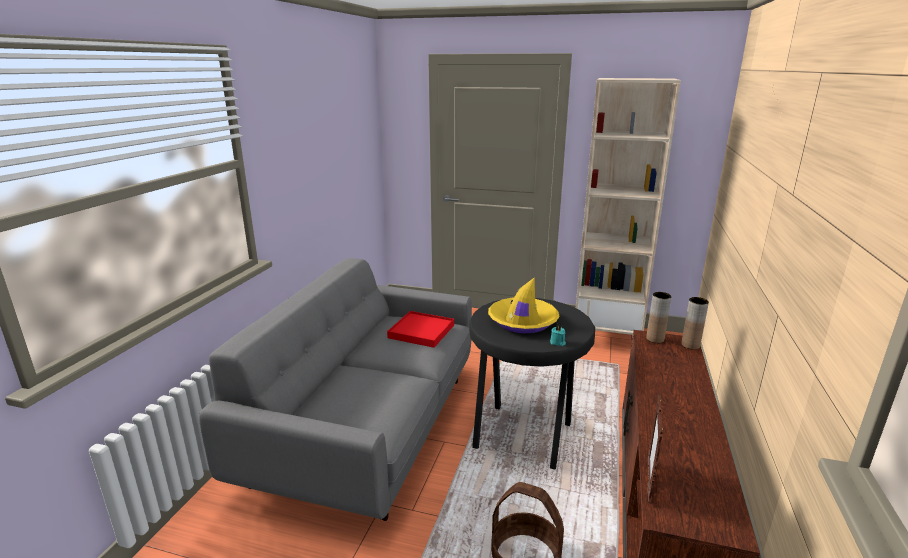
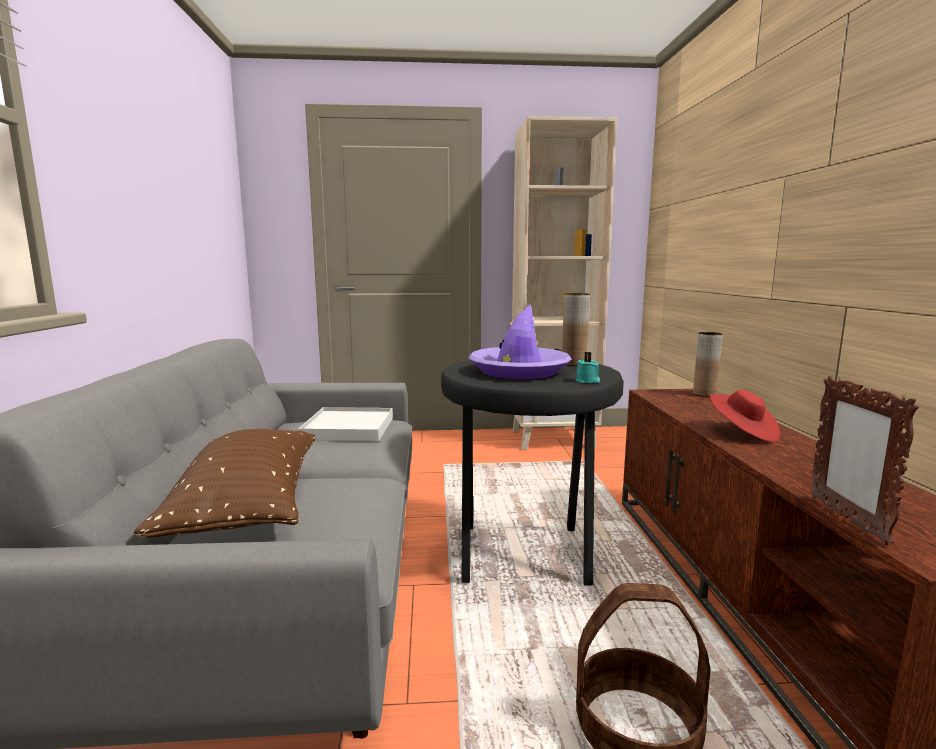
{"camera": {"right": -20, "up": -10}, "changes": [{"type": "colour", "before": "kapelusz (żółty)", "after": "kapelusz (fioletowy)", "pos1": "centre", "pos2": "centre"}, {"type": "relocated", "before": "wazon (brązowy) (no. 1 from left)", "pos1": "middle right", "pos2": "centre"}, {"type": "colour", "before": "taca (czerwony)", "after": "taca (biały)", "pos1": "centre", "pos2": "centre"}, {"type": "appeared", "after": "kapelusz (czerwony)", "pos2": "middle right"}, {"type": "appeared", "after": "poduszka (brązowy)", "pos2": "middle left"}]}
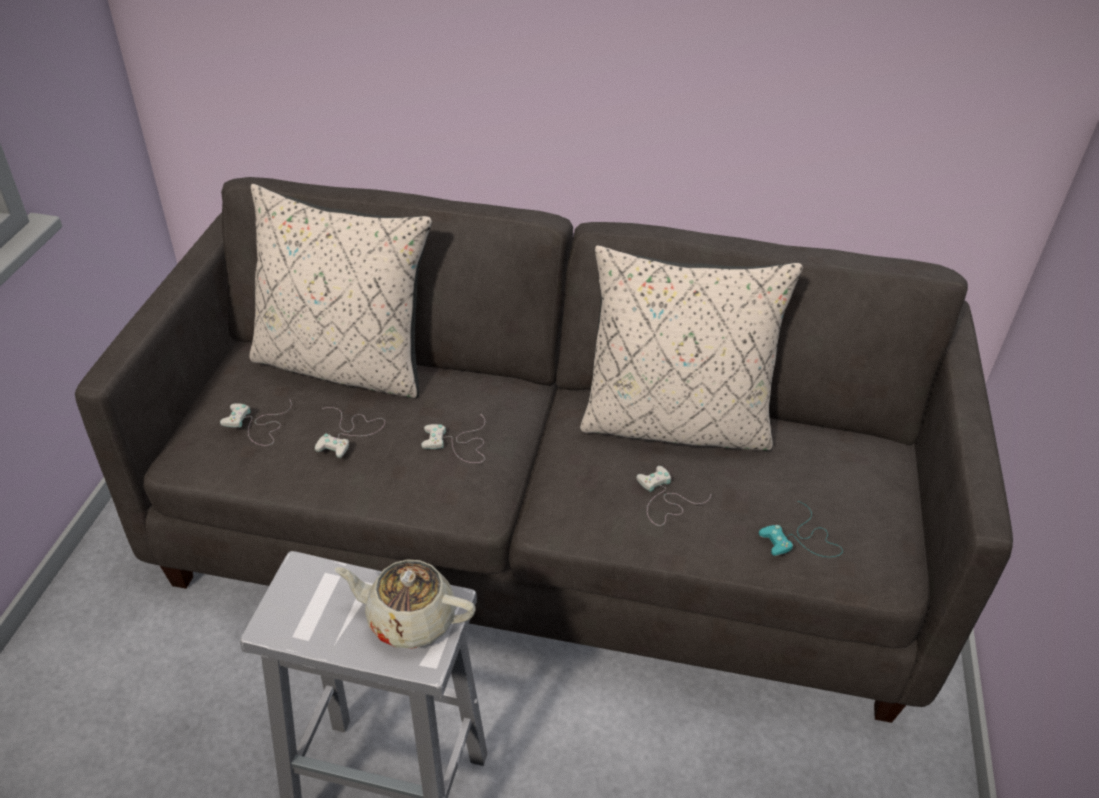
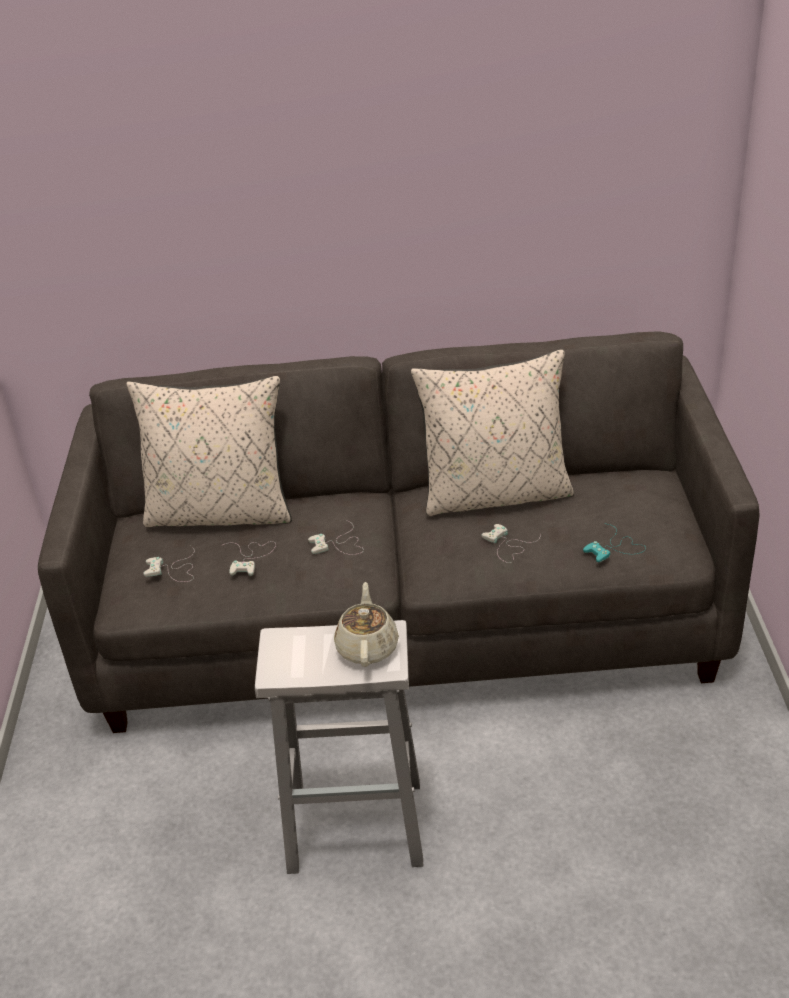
{"camera": {"right": -10, "up": -5}, "changes": [{"type": "spun", "before": "imbryk (beżowy)", "pos1": "bottom centre", "pos2": "centre", "turn": 90}]}
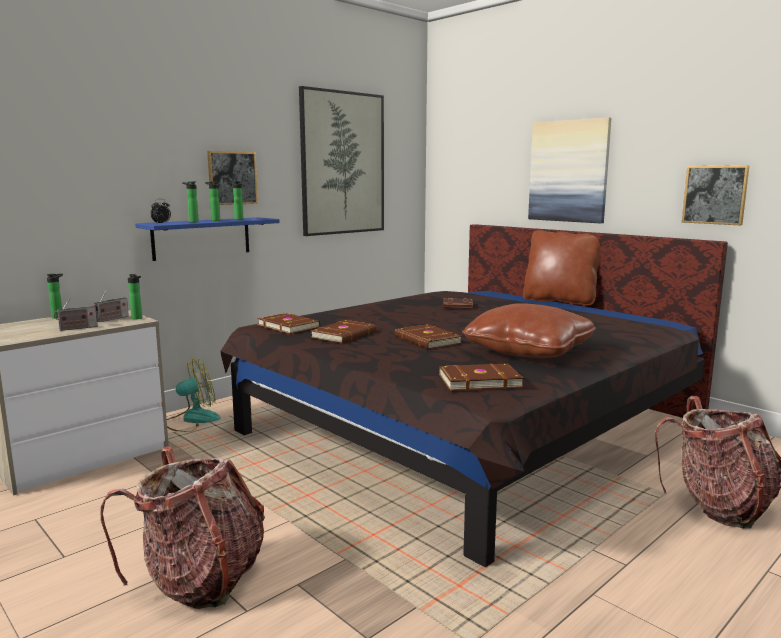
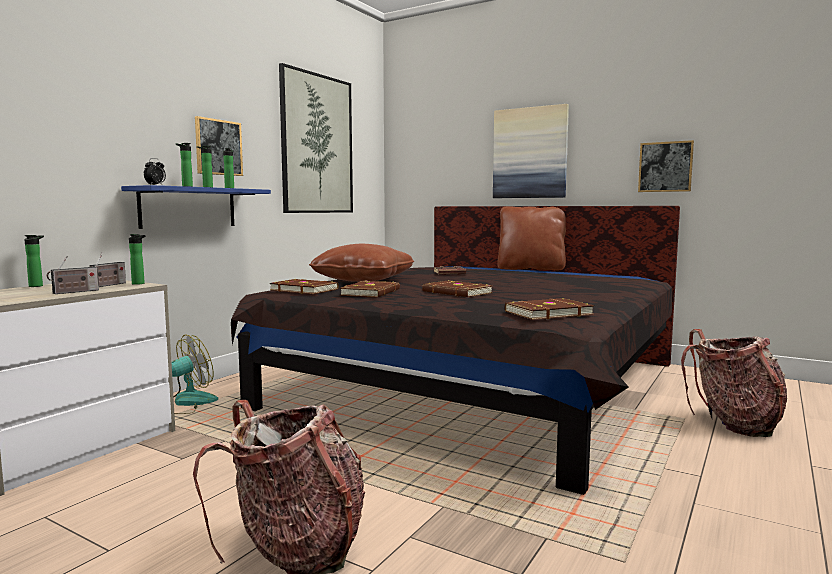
{"camera": {"right": -15, "up": -5}, "changes": [{"type": "relocated", "before": "poduszka (brązowy) (no. 1 from left)", "pos1": "middle right", "pos2": "centre"}]}
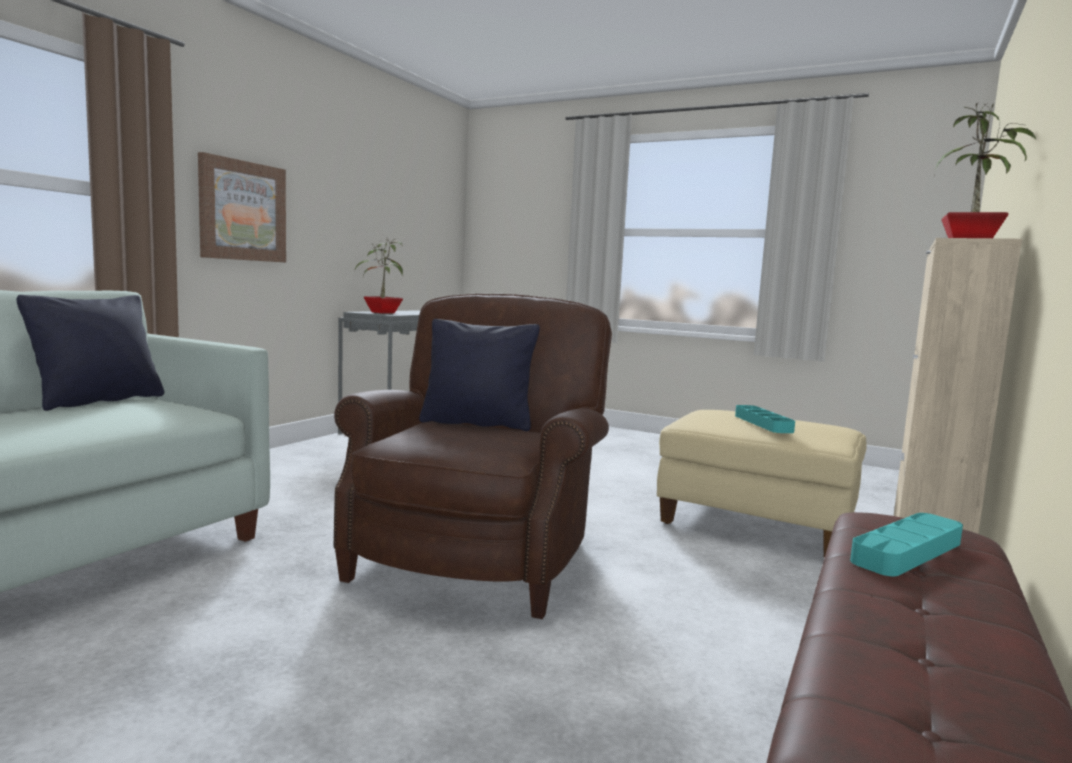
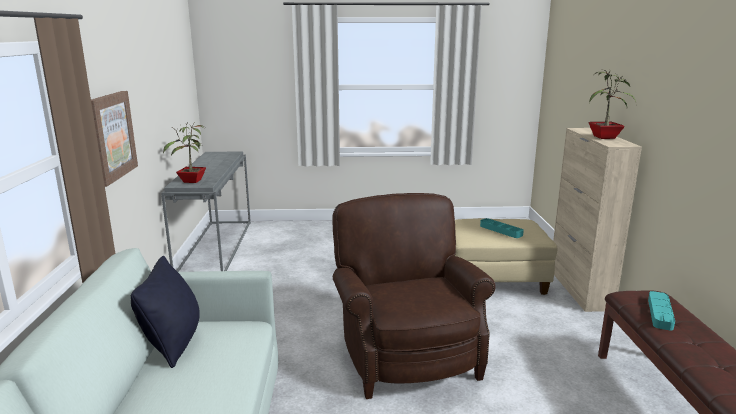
{"camera": {"right": -30, "up": 10}, "changes": [{"type": "missing", "before": "poduszka (czarny) (no. 2 from left)", "pos1": "centre"}]}
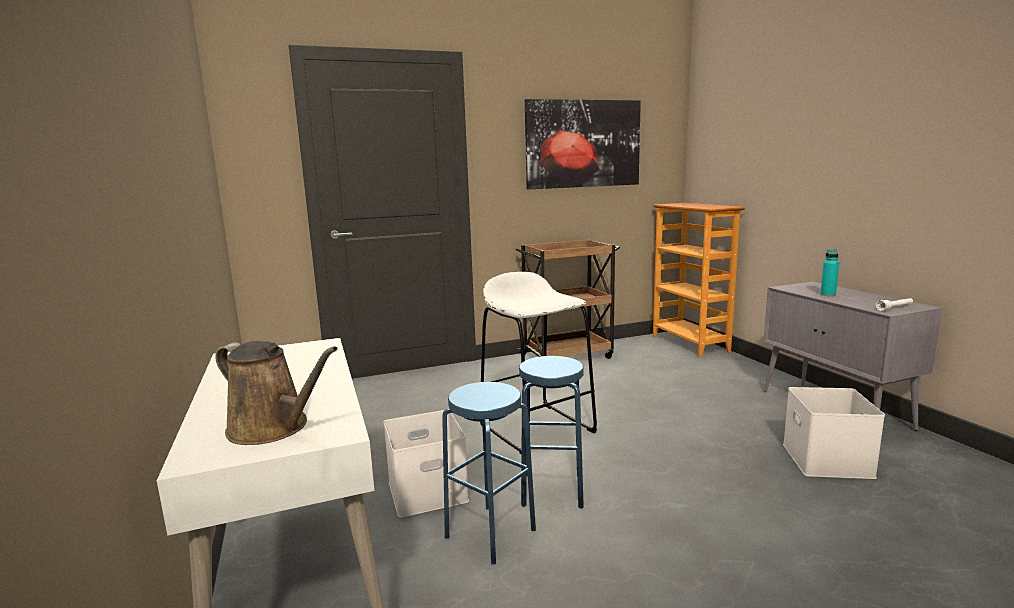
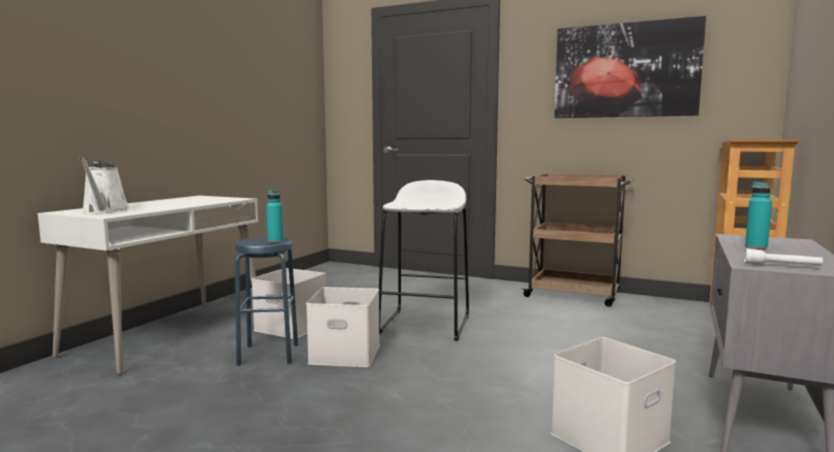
{"camera": {"right": 45, "up": -5}, "changes": [{"type": "colour", "before": "konewka (brązowy)", "after": "konewka (biały)", "pos1": "middle left", "pos2": "middle left"}, {"type": "exchanged", "before": "stołek (niebieski) (no. 2 from left)", "after": "pojemnik do przechowywania (biały) (no. 2 from left)", "pos1": "bottom centre", "pos2": "bottom centre"}, {"type": "appeared", "after": "butelka (turkusowy) (no. 1 from left)", "pos2": "middle left"}]}
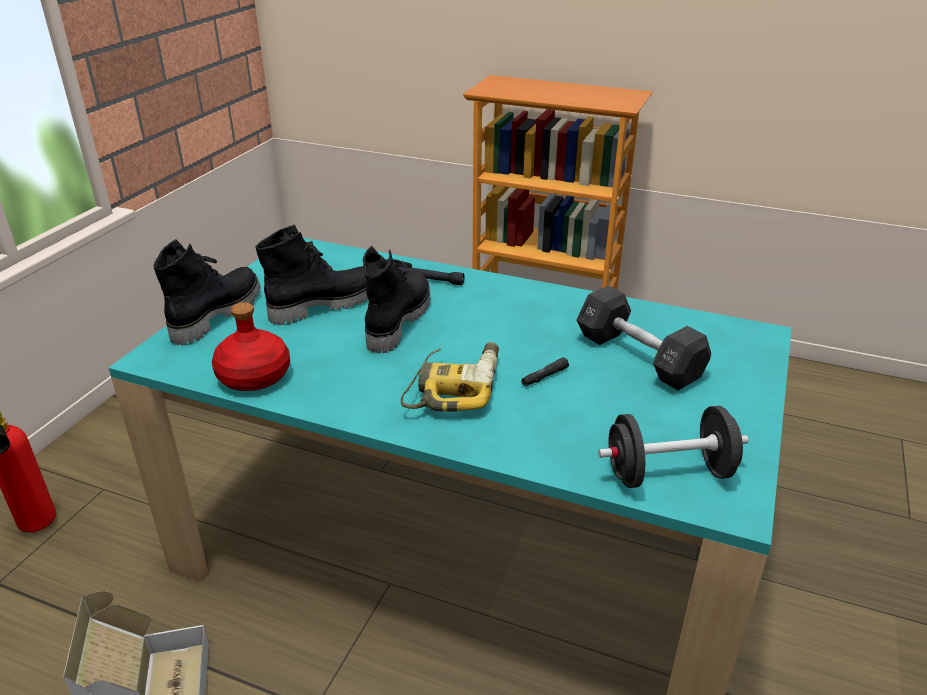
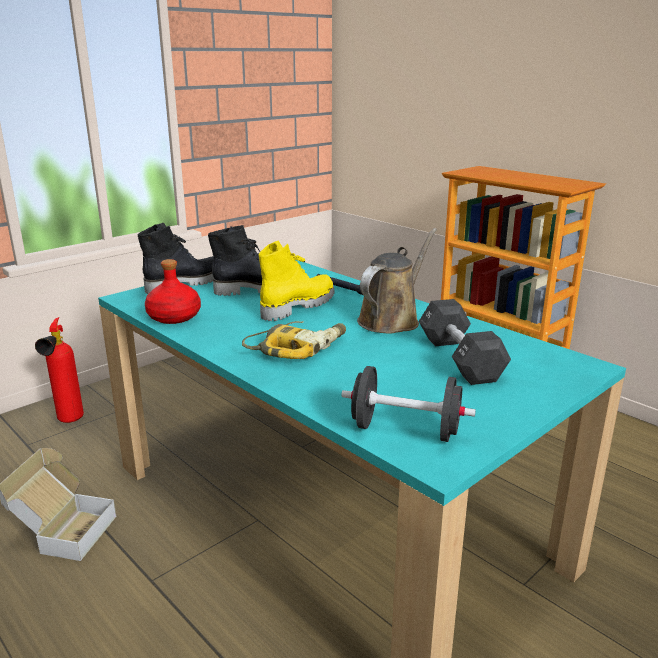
{"camera": {"right": 25, "up": -10}, "changes": [{"type": "colour", "before": "but z cholewką (czarny) (no. 3 from left)", "after": "but z cholewką (żółty)", "pos1": "centre", "pos2": "centre"}, {"type": "missing", "before": "latarka (czarny) (no. 2 from left)", "pos1": "centre"}, {"type": "appeared", "after": "konewka (brązowy)", "pos2": "centre"}]}
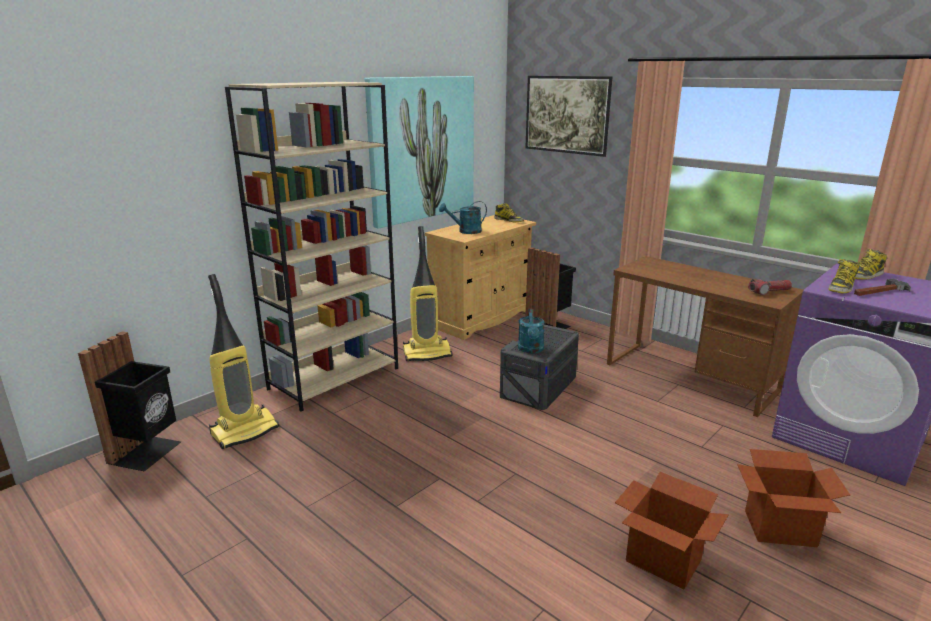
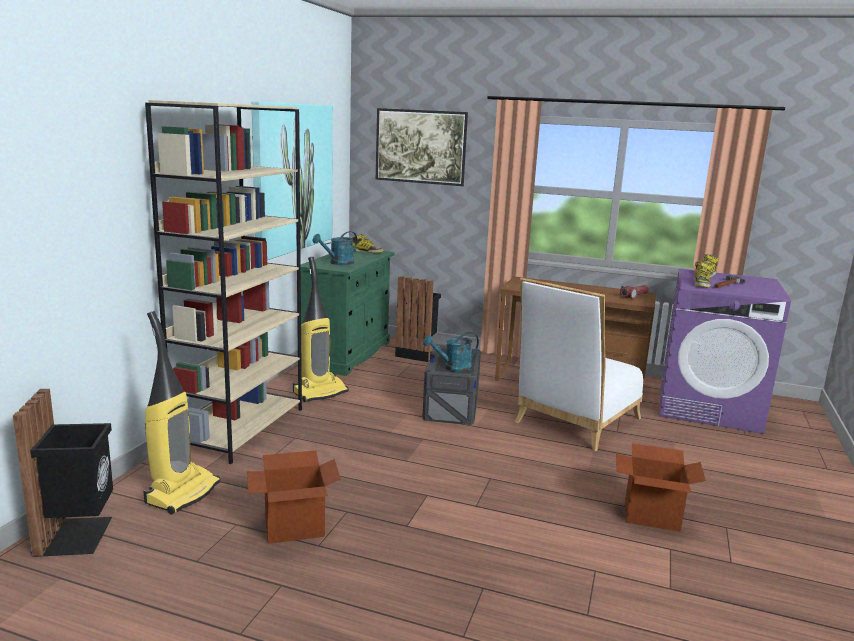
{"camera": {"right": -25, "up": -5}, "changes": [{"type": "colour", "before": "szafka (beżowy)", "after": "szafka (zielony)", "pos1": "centre", "pos2": "centre"}, {"type": "spun", "before": "konewka (turkusowy) (no. 2 from left)", "pos1": "centre", "pos2": "centre", "turn": 90}, {"type": "relocated", "before": "karton (no. 2 from left in the first image)", "after": "karton (no. 1 from left)", "pos1": "bottom right", "pos2": "bottom centre"}, {"type": "appeared", "after": "krzesło (biały)", "pos2": "middle right"}]}
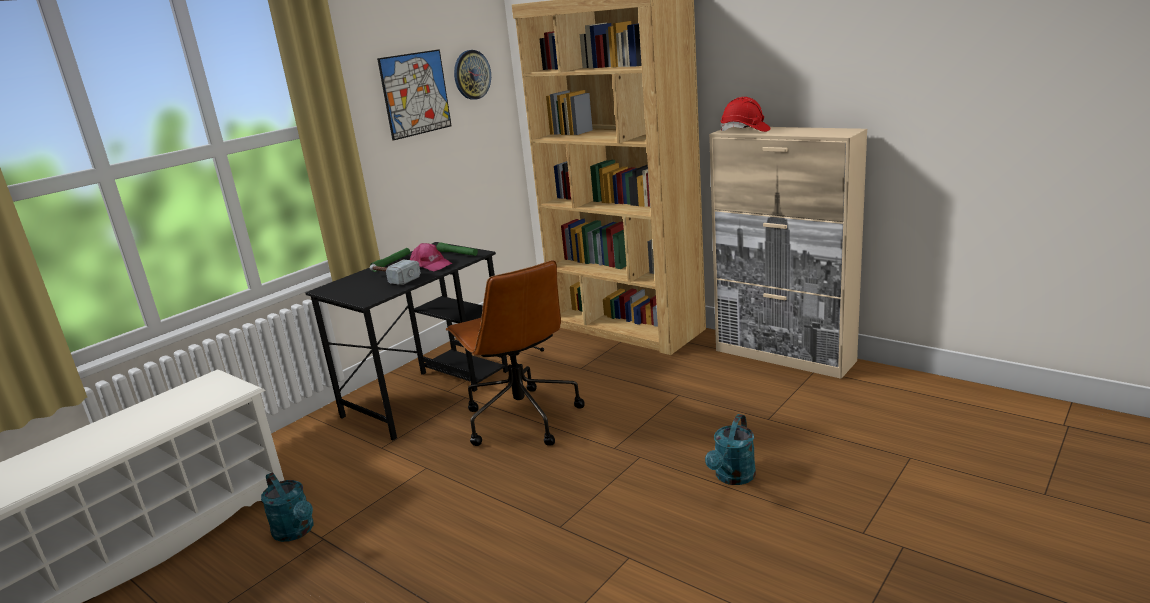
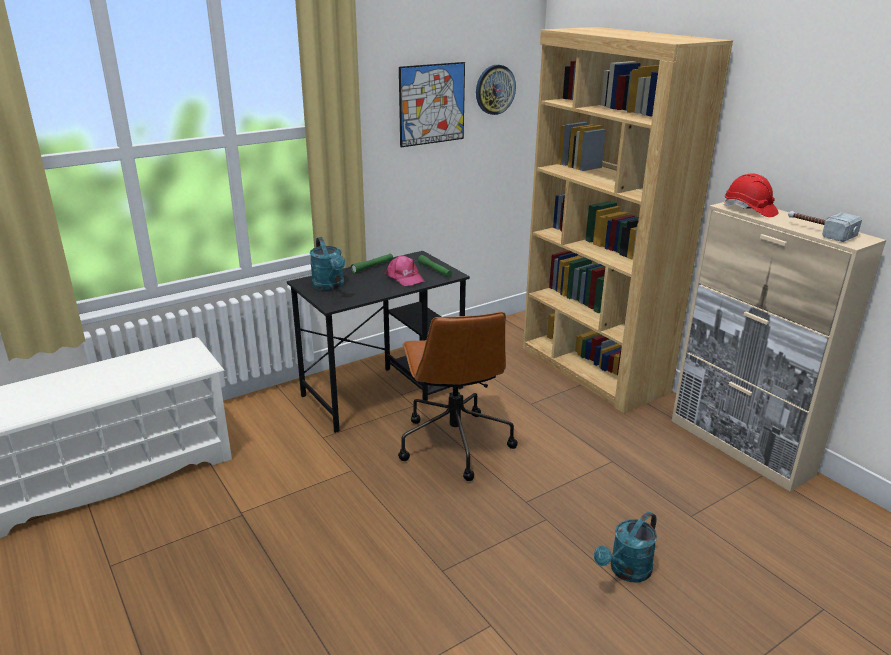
{"camera": {"right": 15, "up": 5}, "changes": [{"type": "relocated", "before": "młotek", "pos1": "centre", "pos2": "middle right"}, {"type": "relocated", "before": "konewka (turkusowy) (no. 1 from left)", "pos1": "bottom left", "pos2": "centre"}]}
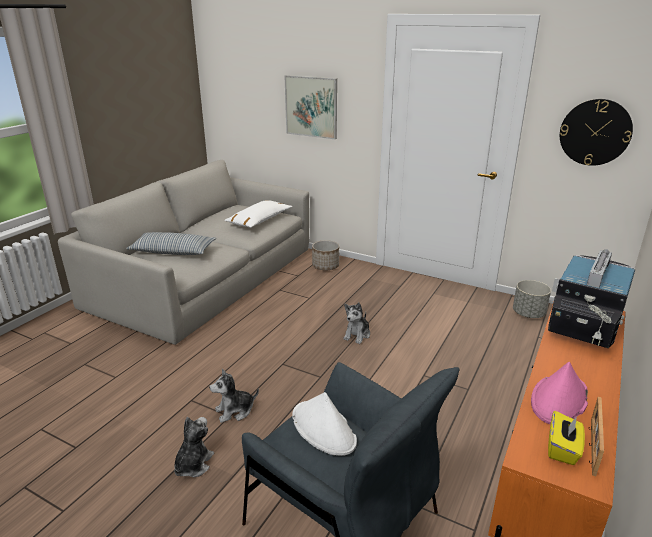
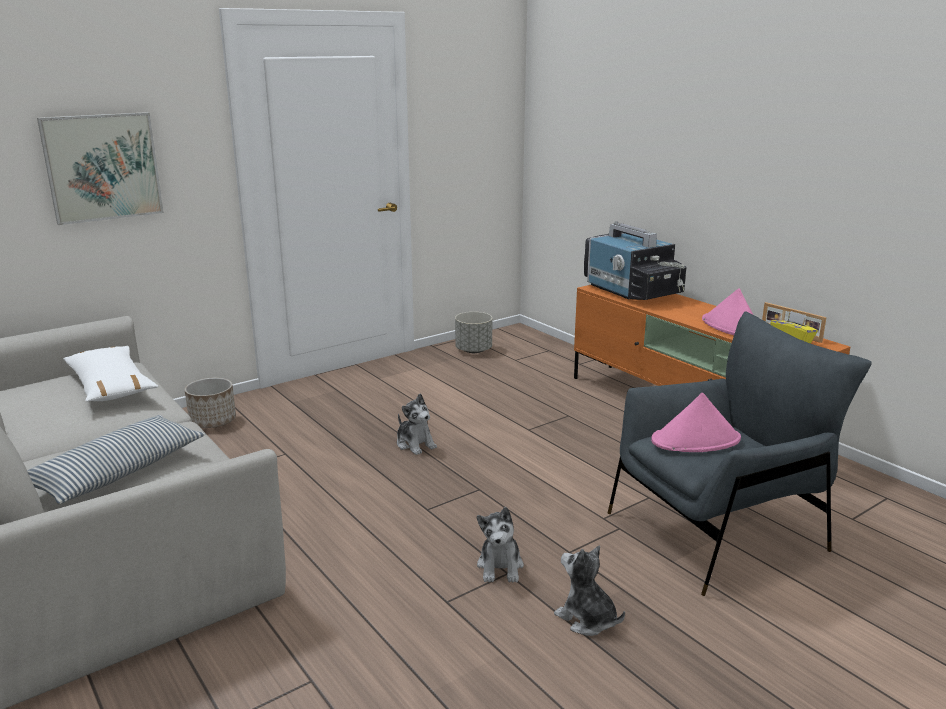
{"camera": {"right": -65, "up": -5}, "changes": [{"type": "missing", "before": "zegar ścienny", "pos1": "top right"}, {"type": "colour", "before": "kapelusz (biały)", "after": "kapelusz (różowy) (no. 1 from left)", "pos1": "bottom centre", "pos2": "middle right"}]}
